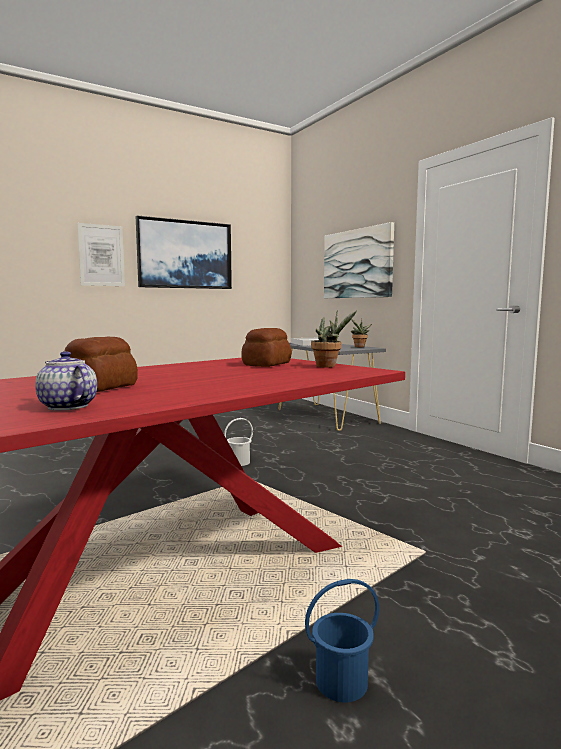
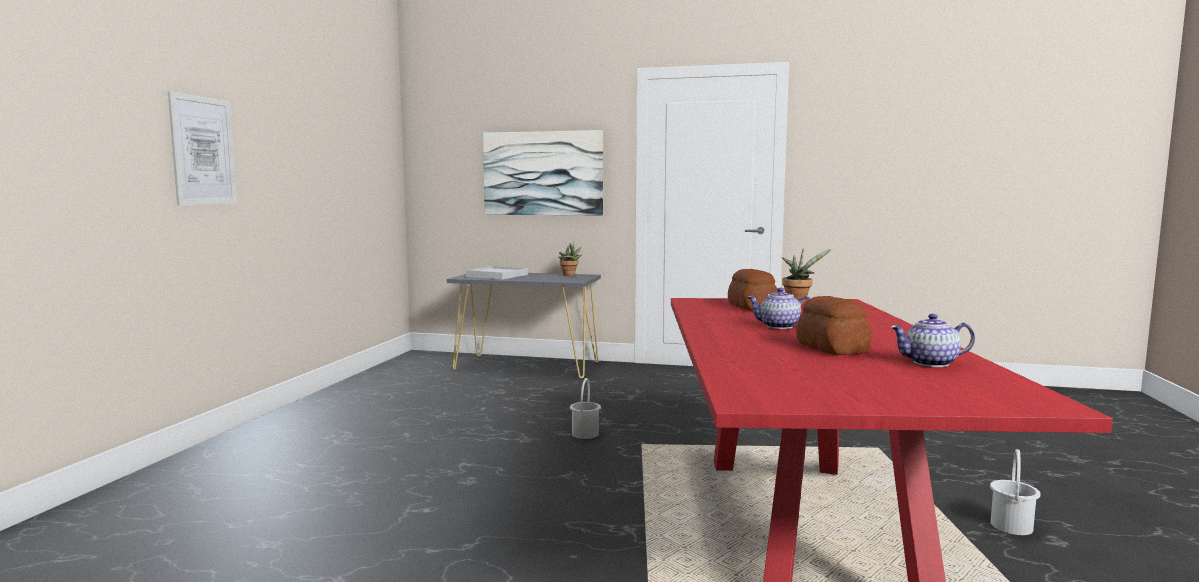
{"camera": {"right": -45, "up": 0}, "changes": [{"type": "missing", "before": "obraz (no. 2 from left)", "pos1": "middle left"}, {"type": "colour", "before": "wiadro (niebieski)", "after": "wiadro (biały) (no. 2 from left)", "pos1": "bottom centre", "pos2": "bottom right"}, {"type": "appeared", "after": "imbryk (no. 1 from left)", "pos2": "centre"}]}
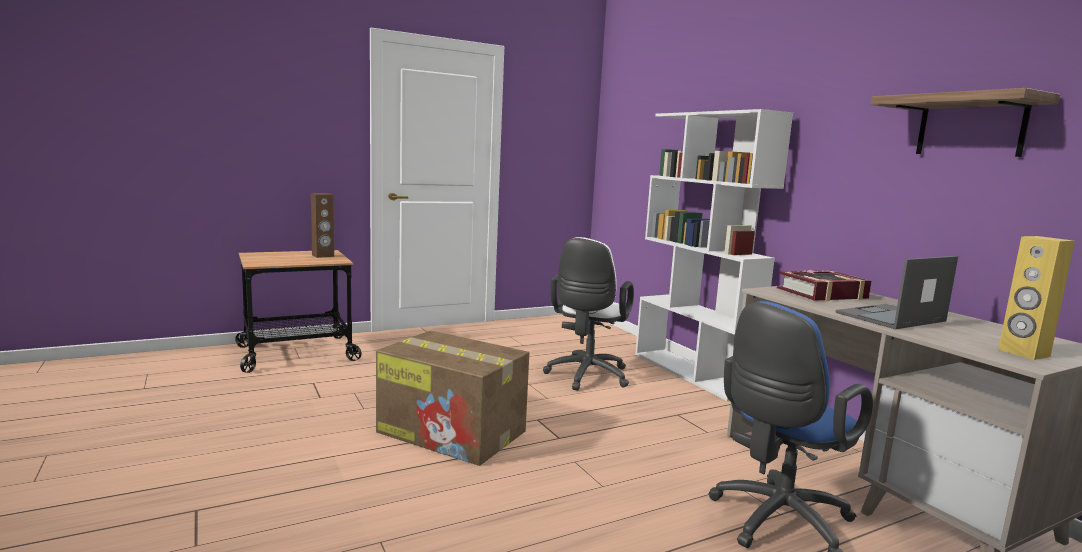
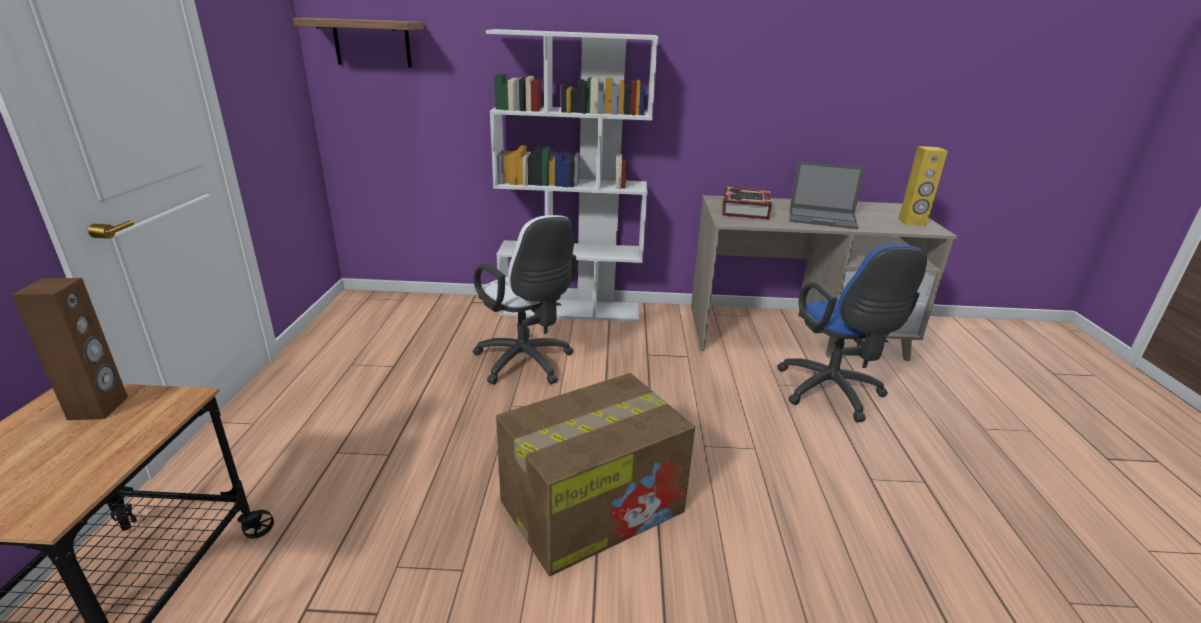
{"camera": {"right": -60, "up": 15}, "changes": [{"type": "relocated", "before": "półka", "pos1": "top right", "pos2": "top left"}, {"type": "spun", "before": "laptop", "pos1": "middle right", "pos2": "top right", "turn": -75}]}
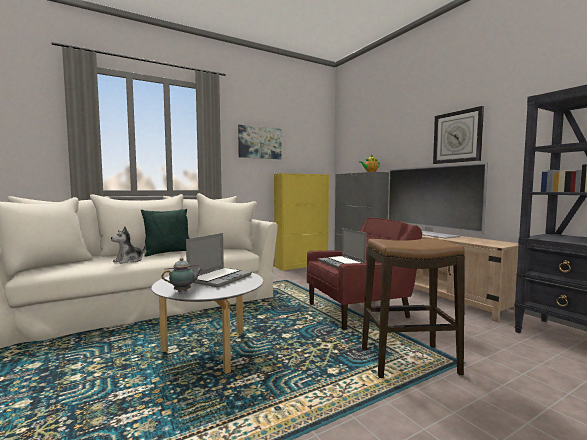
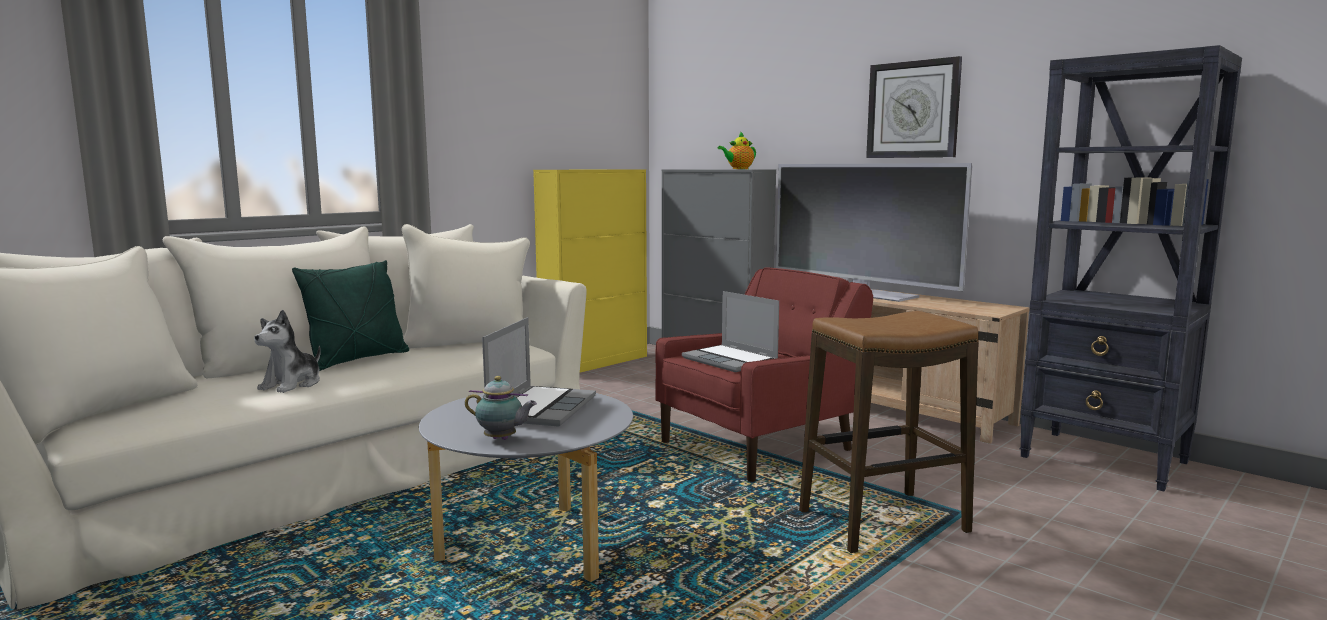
{"camera": {"right": -15, "up": 5}, "changes": [{"type": "missing", "before": "obraz", "pos1": "top centre"}, {"type": "spun", "before": "imbryk (no. 1 from left)", "pos1": "middle left", "pos2": "centre", "turn": 60}]}
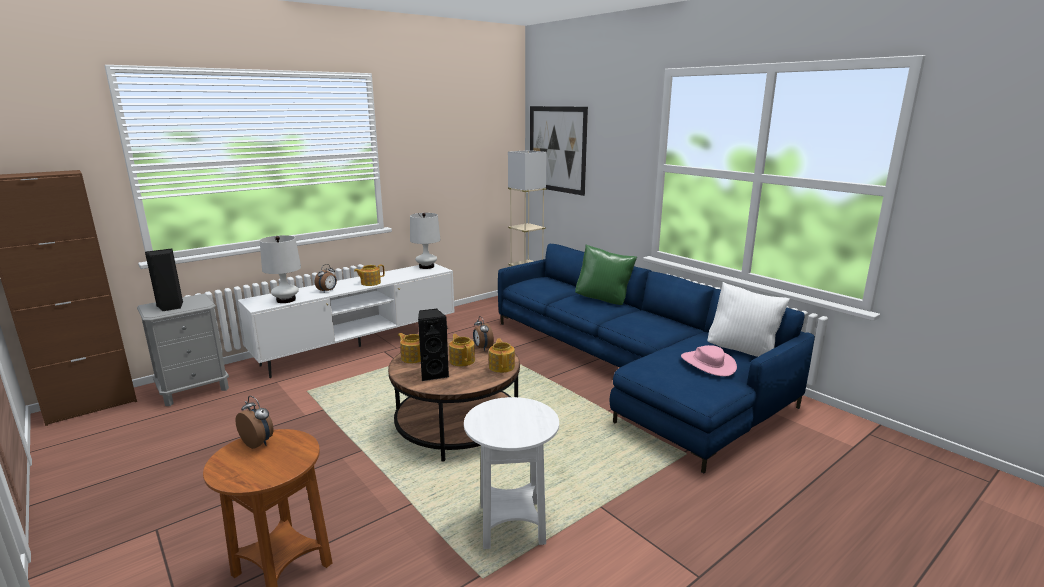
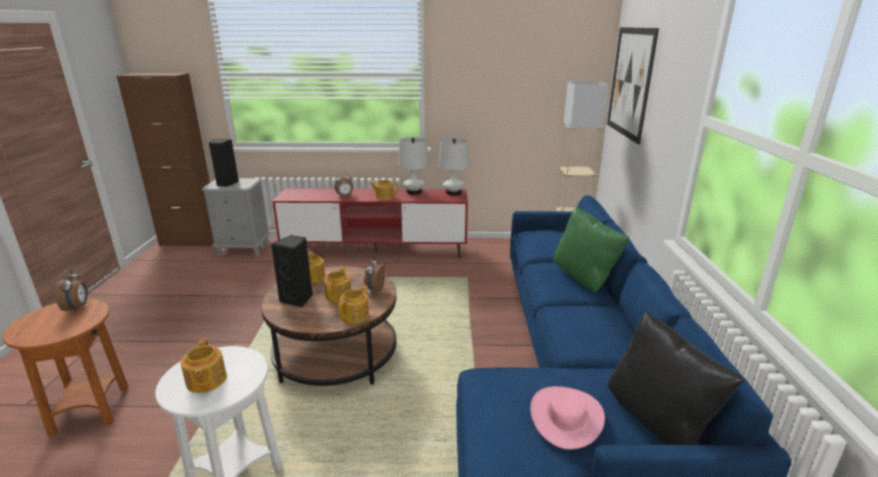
{"camera": {"right": 40, "up": 5}, "changes": [{"type": "relocated", "before": "lampa stołowa (biały) (no. 1 from left)", "pos1": "middle left", "pos2": "centre"}, {"type": "colour", "before": "szafka pod telewizor (biały)", "after": "szafka pod telewizor (czerwony)", "pos1": "middle left", "pos2": "centre"}, {"type": "colour", "before": "poduszka (biały)", "after": "poduszka (czarny)", "pos1": "middle right", "pos2": "bottom right"}, {"type": "appeared", "after": "imbryk (no. 1 from left)", "pos2": "bottom left"}]}
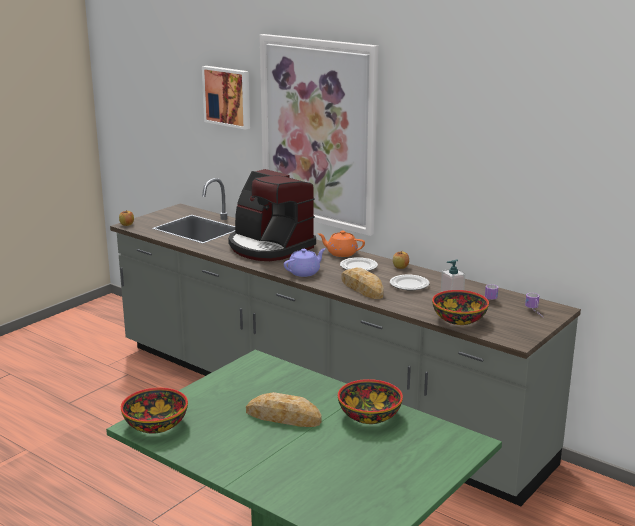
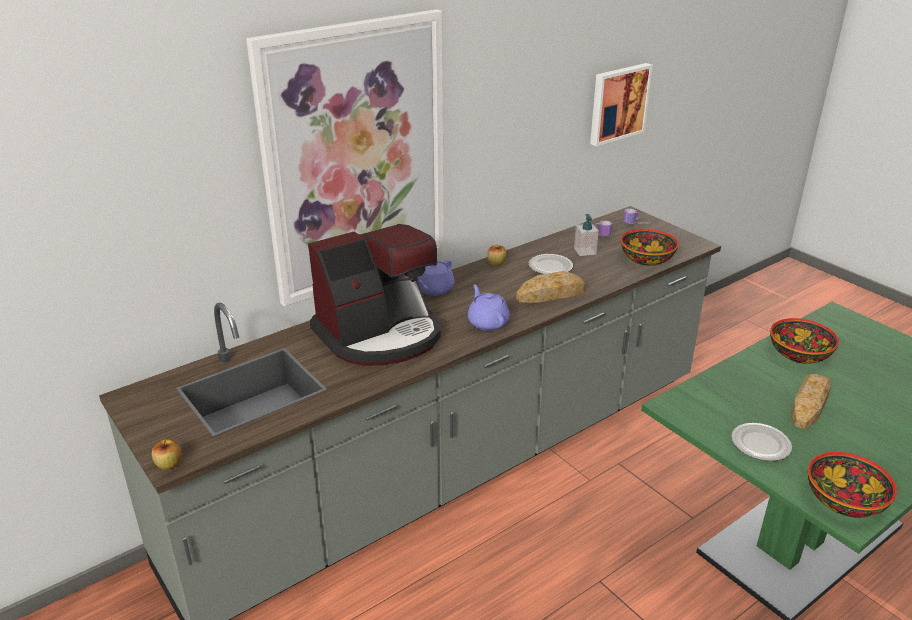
{"camera": {"right": -75, "up": 10}, "changes": [{"type": "relocated", "before": "obraz (no. 1 from left in the first image)", "after": "obraz (no. 2 from left)", "pos1": "top centre", "pos2": "top right"}, {"type": "colour", "before": "imbryk (pomarańczowy)", "after": "imbryk (fioletowy) (no. 1 from left)", "pos1": "centre", "pos2": "centre"}, {"type": "relocated", "before": "talerz (no. 1 from left in the first image)", "after": "talerz (no. 2 from left)", "pos1": "centre", "pos2": "bottom right"}]}
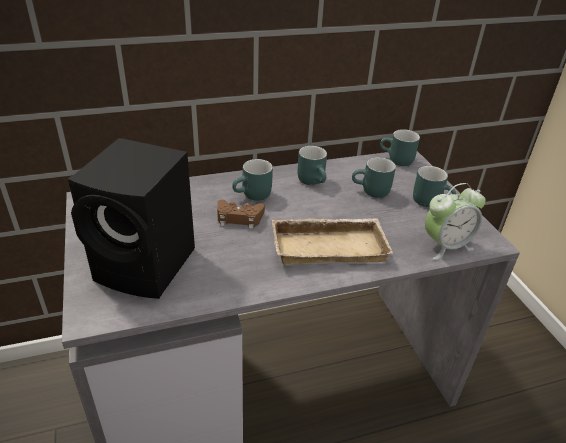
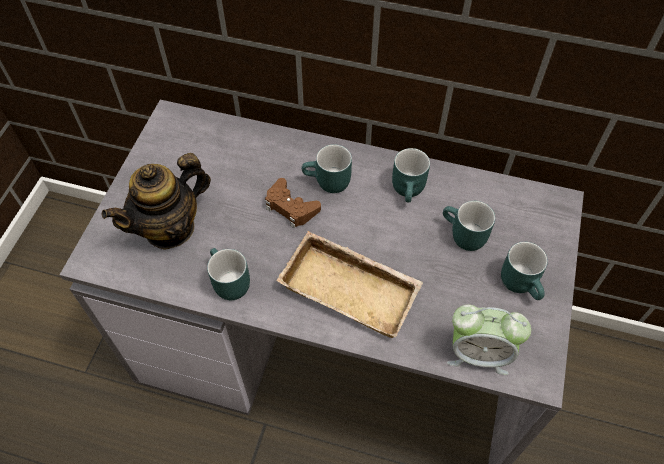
{"camera": {"right": 35, "up": 20}, "changes": [{"type": "relocated", "before": "kubek (turkusowy) (no. 4 from left in the first image)", "after": "kubek (turkusowy) (no. 1 from left)", "pos1": "top right", "pos2": "centre"}, {"type": "exchanged", "before": "głośnik (czarny)", "after": "imbryk", "pos1": "middle left", "pos2": "middle left"}]}
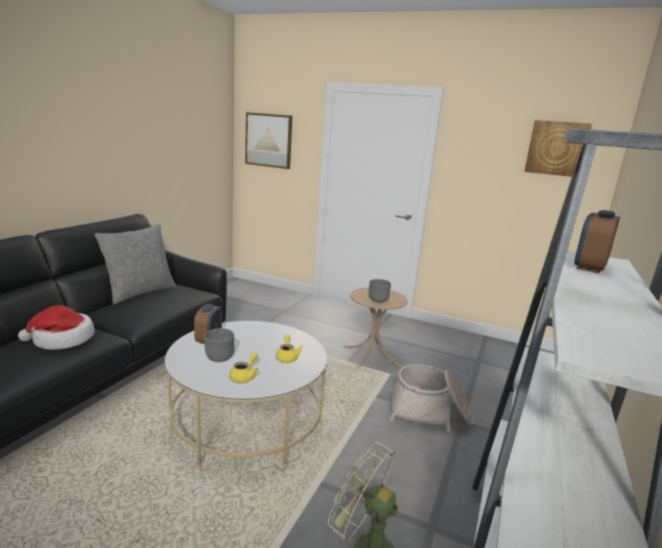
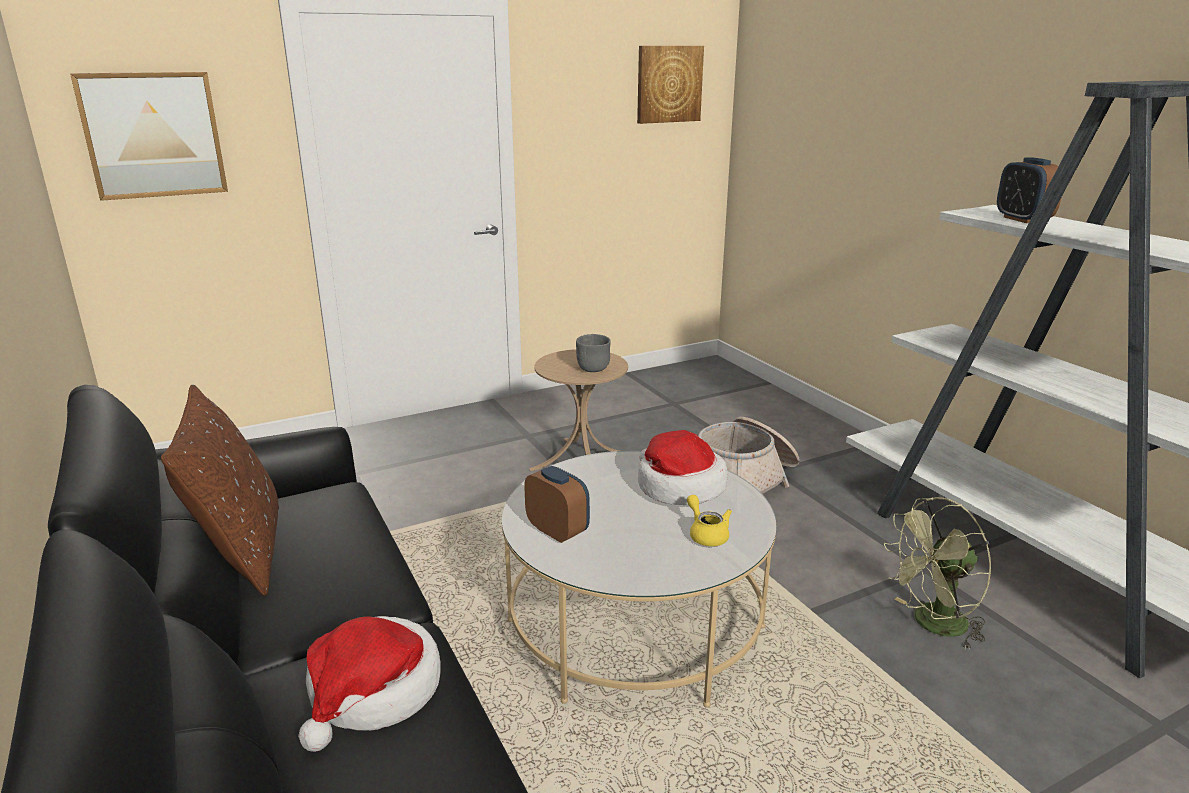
{"camera": {"right": -50, "up": 5}, "changes": [{"type": "colour", "before": "poduszka (szary)", "after": "poduszka (brązowy)", "pos1": "middle left", "pos2": "middle left"}, {"type": "missing", "before": "miska (szary) (no. 1 from left)", "pos1": "middle left"}, {"type": "exchanged", "before": "imbryk (żółty) (no. 2 from left)", "after": "kapelusz (no. 2 from left)", "pos1": "centre", "pos2": "centre"}]}
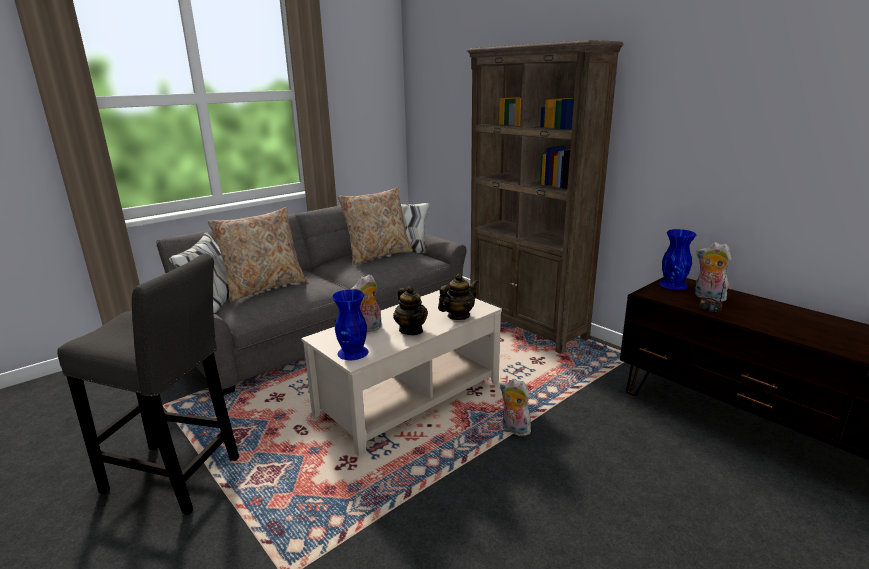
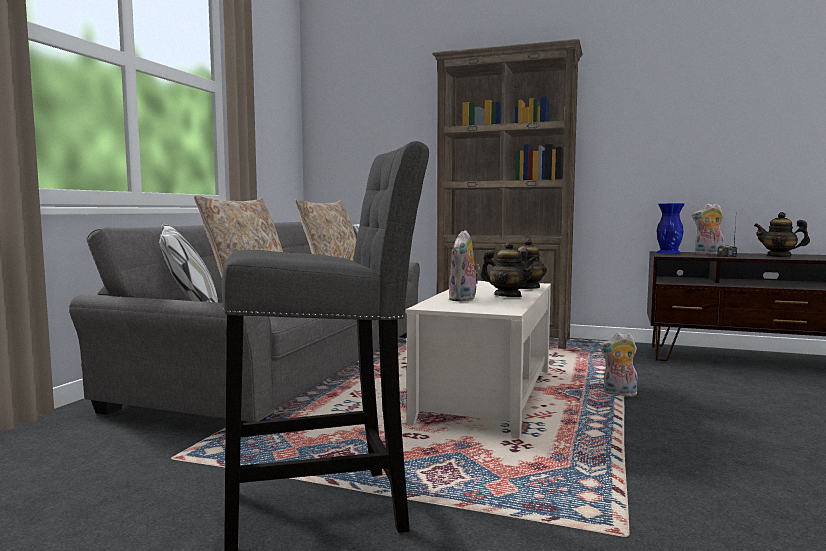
{"camera": {"right": -30, "up": -15}, "changes": [{"type": "missing", "before": "wazon (niebieski) (no. 1 from left)", "pos1": "centre"}, {"type": "appeared", "after": "imbryk (no. 3 from left)", "pos2": "middle right"}]}
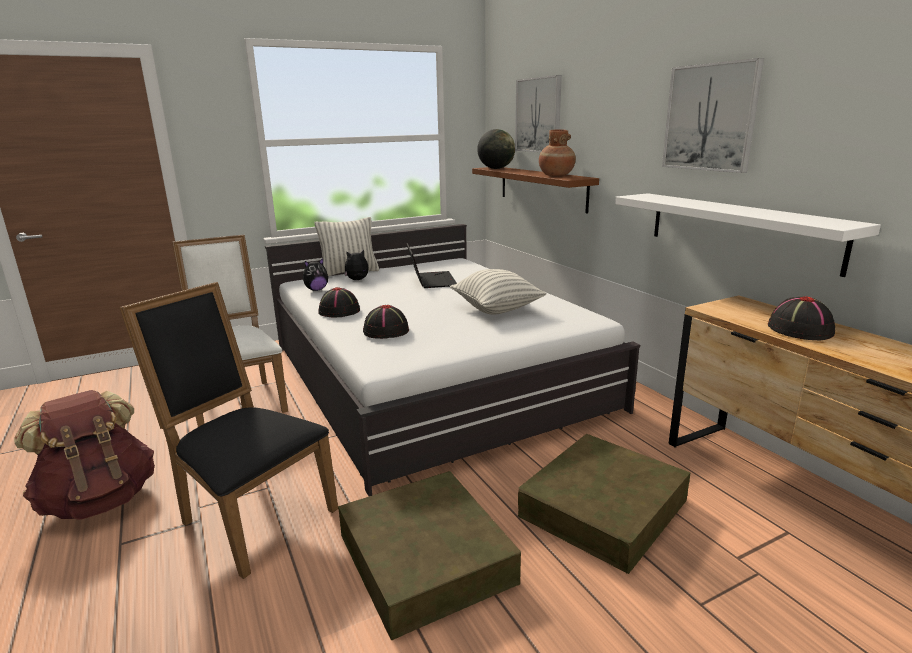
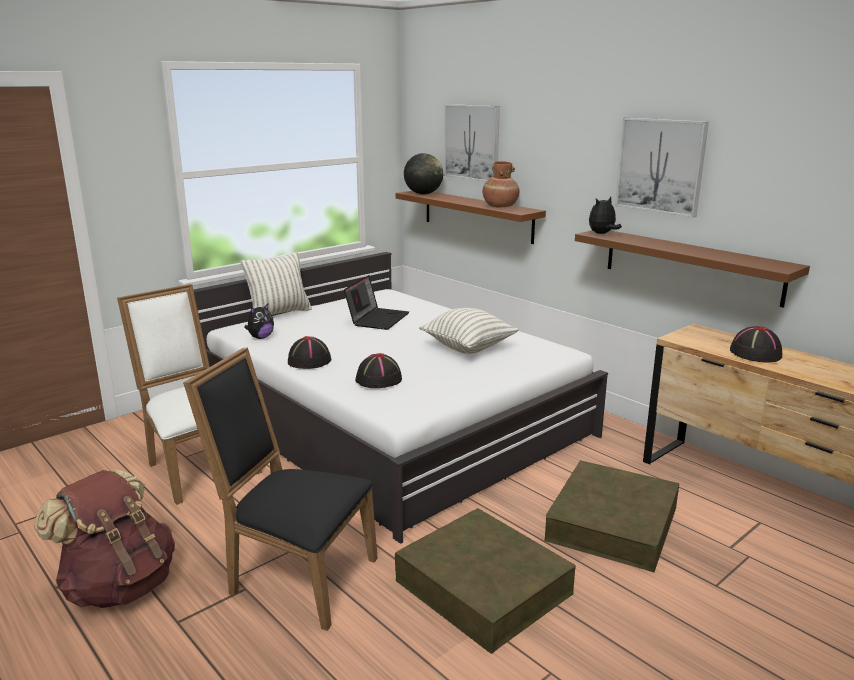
{"camera": {"right": -15, "up": 0}, "changes": [{"type": "colour", "before": "półka (biały)", "after": "półka (brązowy) (no. 2 from left)", "pos1": "middle right", "pos2": "middle right"}, {"type": "spun", "before": "laptop", "pos1": "centre", "pos2": "centre", "turn": 45}, {"type": "relocated", "before": "pluszak (no. 2 from left)", "pos1": "centre", "pos2": "top right"}]}
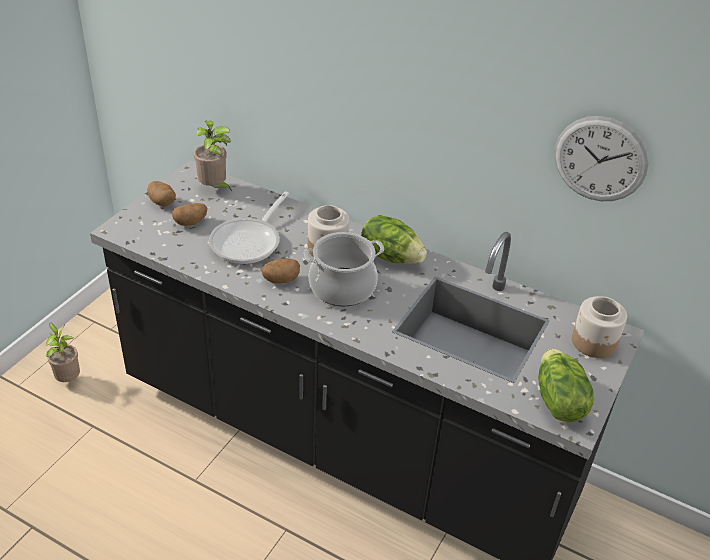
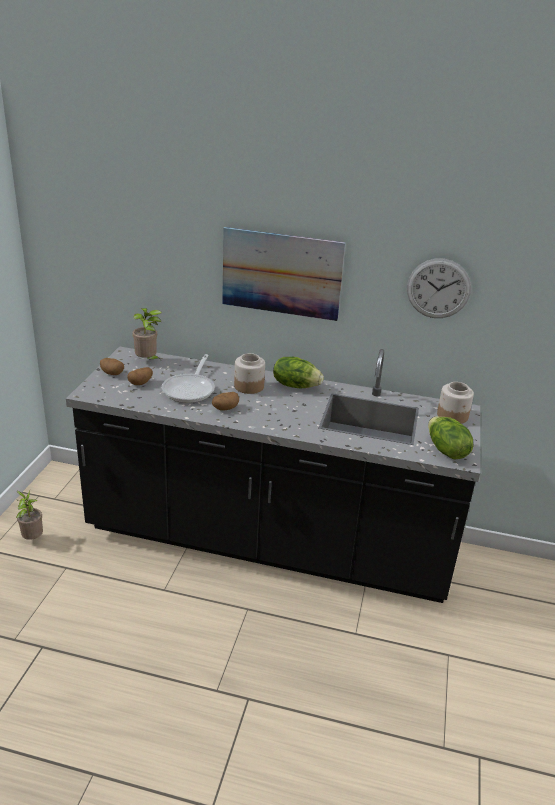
{"camera": {"right": -15, "up": -10}, "changes": [{"type": "missing", "before": "garnek", "pos1": "centre"}, {"type": "appeared", "after": "obraz", "pos2": "centre"}]}
